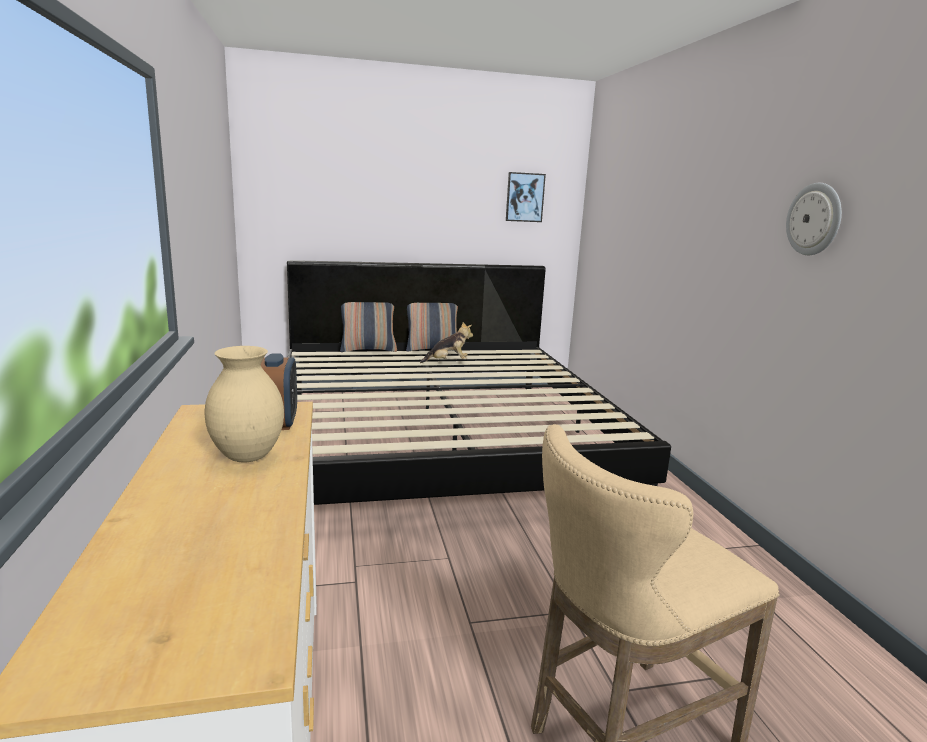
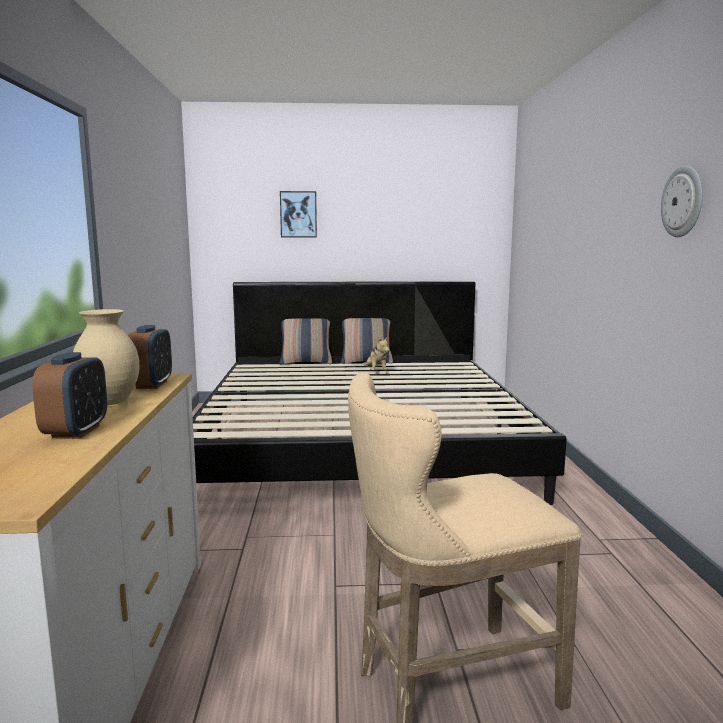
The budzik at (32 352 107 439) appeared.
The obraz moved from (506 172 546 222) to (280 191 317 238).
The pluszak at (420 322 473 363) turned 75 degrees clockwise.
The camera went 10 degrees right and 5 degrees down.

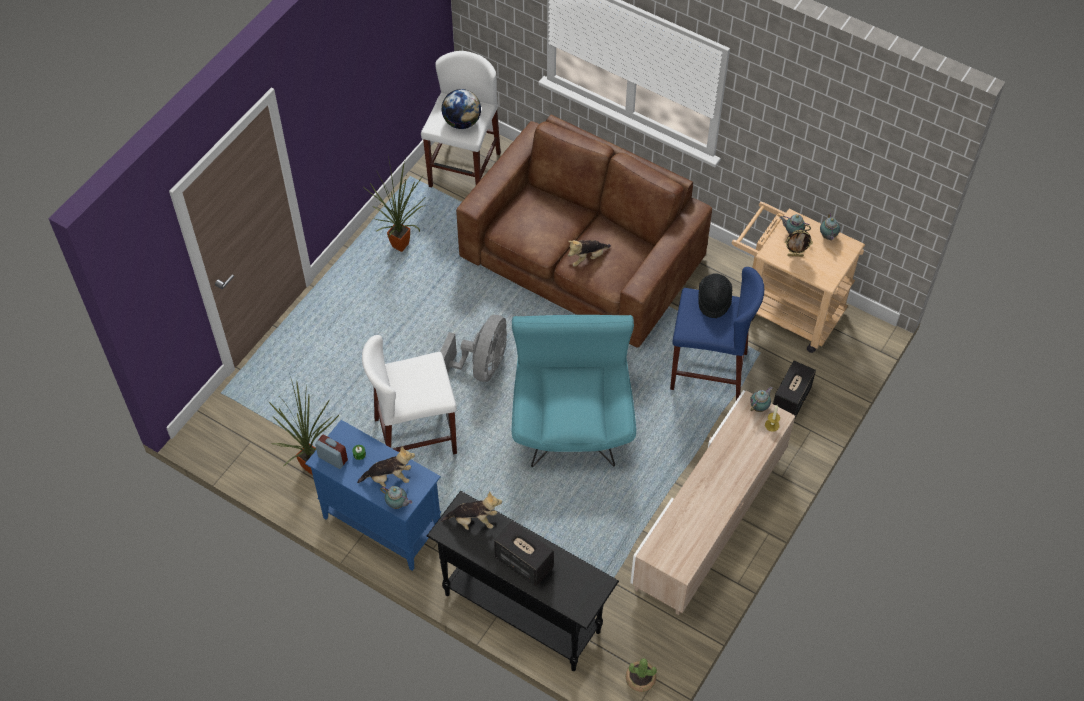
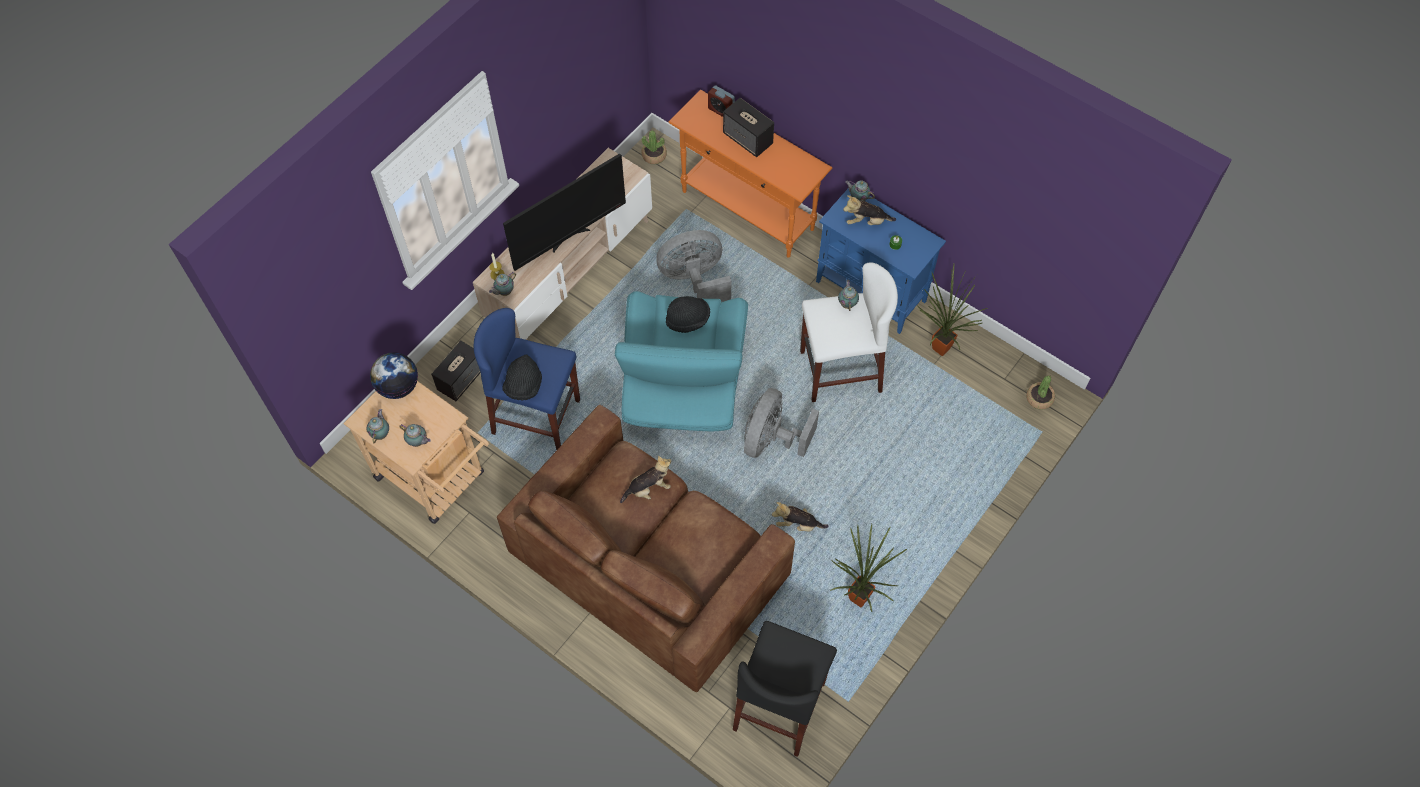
The ramka na zdjęcie at (785 230 813 257) disappeared.
The telewizor at (503 153 626 271) appeared.
The wentylator/szary at (656 230 732 302) appeared.
The kapelusz/czarny at (666 296 710 333) appeared.
The imbryk at (838 280 859 311) appeared.
The roślina doniczkowa at (1026 375 1055 410) appeared.
The budzik moved from (315 435 348 469) to (708 85 735 117).
The pluszak moved from (441 491 502 530) to (772 502 829 531).
The globus moved from (442 89 481 129) to (370 352 418 399).
The stołek/biały at (421 51 501 187) became the stołek/czarny at (733 621 837 757).
The stolik konsolowy/czarny at (427 491 619 671) became the stolik konsolowy/pomarańczowy at (668 90 832 258).
The camera went 175 degrees left and 5 degrees up.

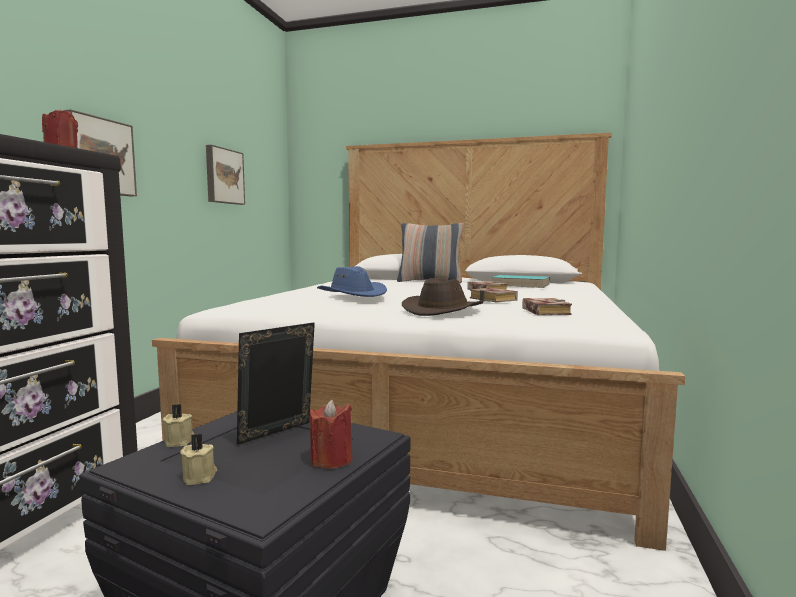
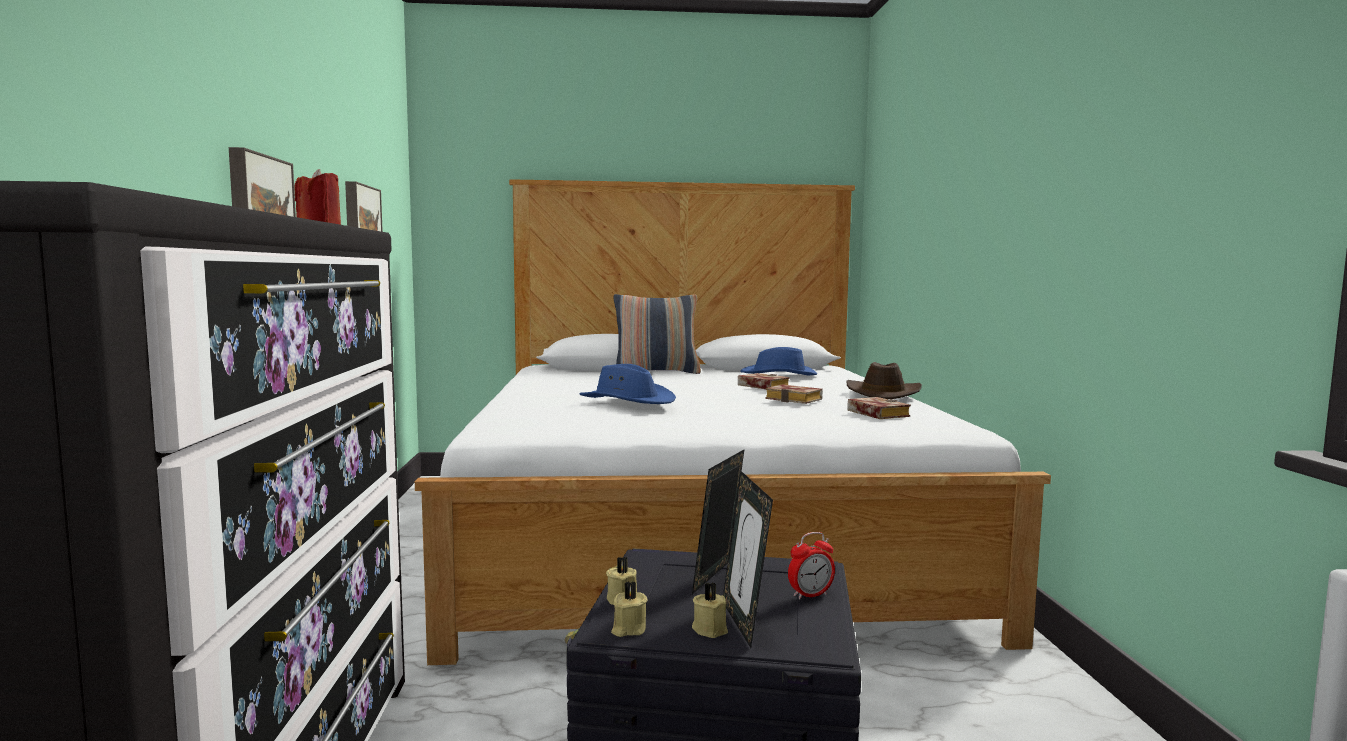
The świeca/beżowy at (611 581 648 637) appeared.
The ramka na zdjęcie at (723 471 773 648) appeared.
The kapelusz/brązowy moved from (402 278 483 316) to (846 362 922 399).
The świeca/czerwony at (310 400 353 469) was replaced by the budzik at (788 532 835 600).
The książka/turkusowy at (491 275 550 288) was replaced by the kapelusz/niebieski at (740 347 817 375).
The camera went 20 degrees left and 0 degrees up.

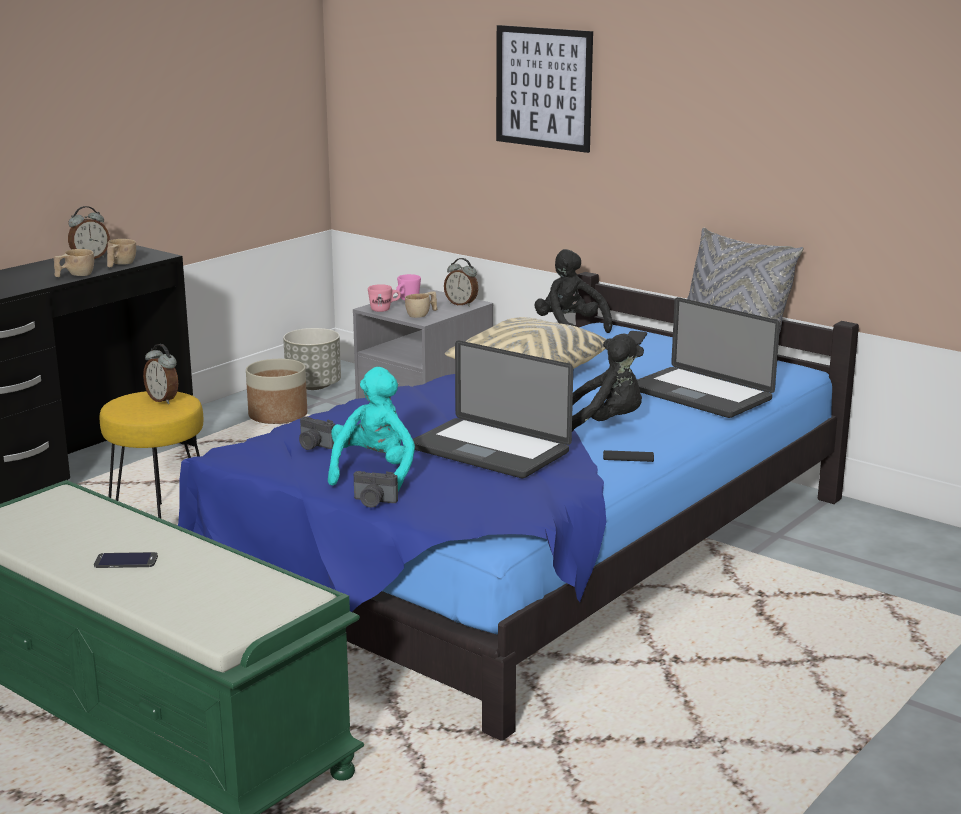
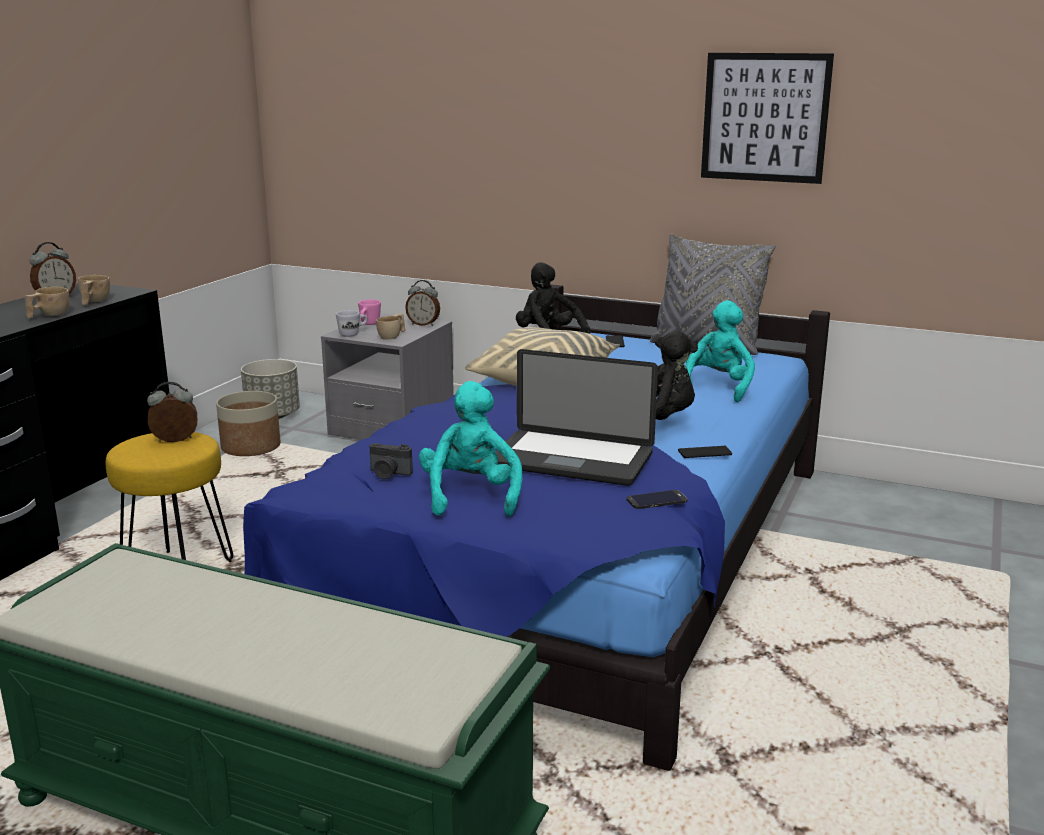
The aparat fotograficzny at (354 471 398 508) disappeared.
The telefon moved from (94 552 158 568) to (627 490 687 509).
The obraz moved from (496 25 593 153) to (701 53 834 184).
The laptop at (637 297 780 418) was replaced by the pluszak/turkusowy at (686 300 755 402).
The kubek/różowy at (368 284 401 312) became the kubek/biały at (336 310 367 337).
The budzik at (143 344 178 404) turned 135 degrees clockwise.
The camera went 15 degrees left and 0 degrees up.

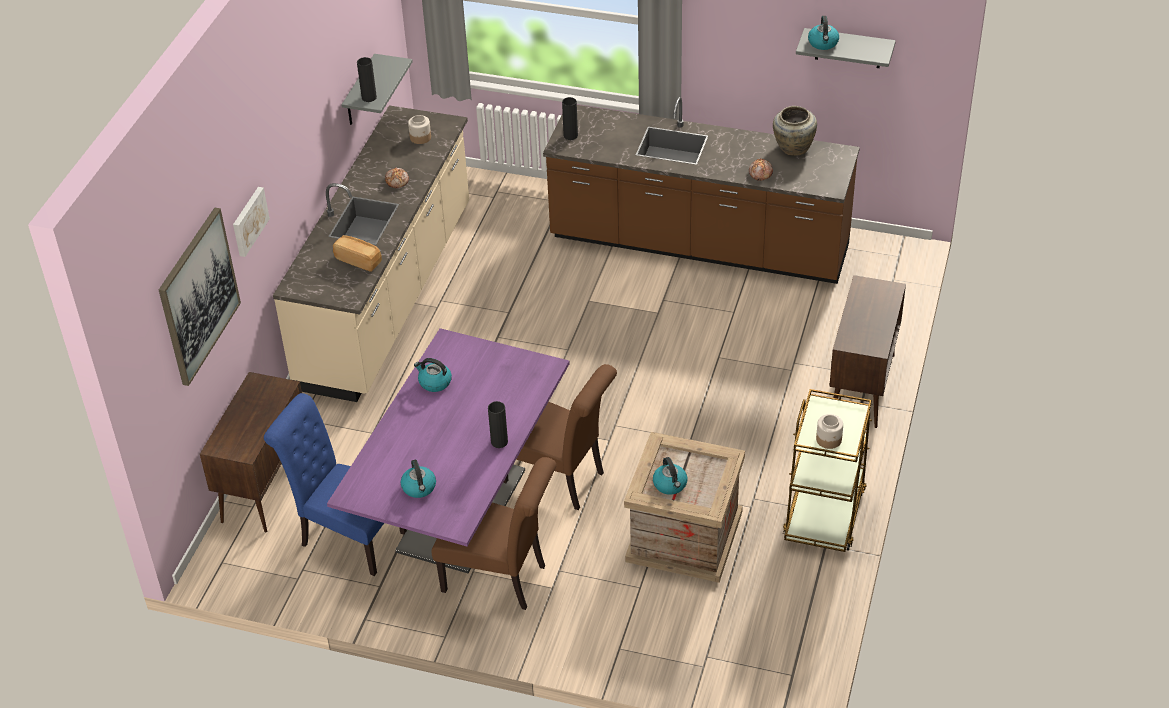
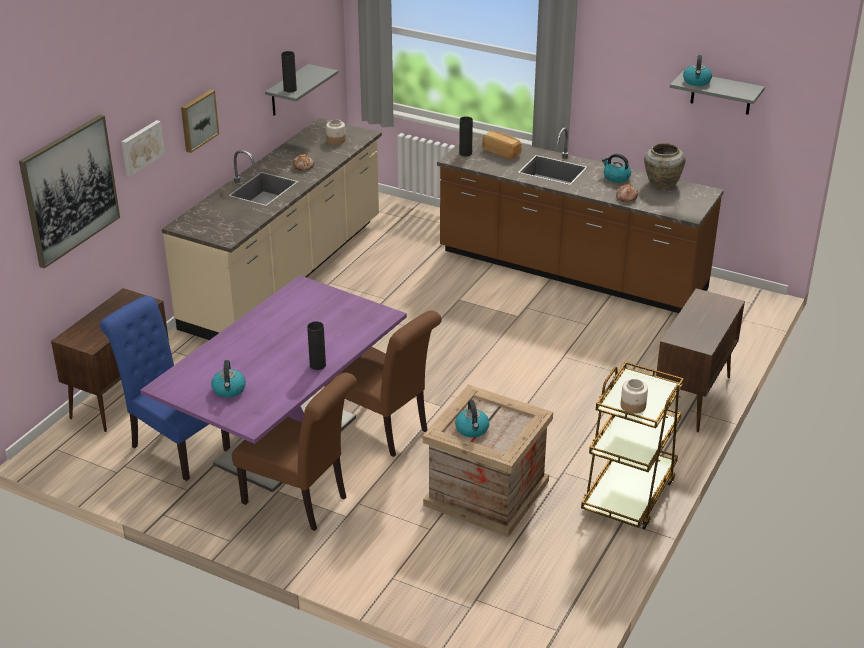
The obraz at (181 90 219 153) appeared.
The chleb moved from (333 235 382 272) to (482 131 522 160).
The czajnik moved from (414 358 452 392) to (602 154 631 183).
The camera went 10 degrees right and 10 degrees down.

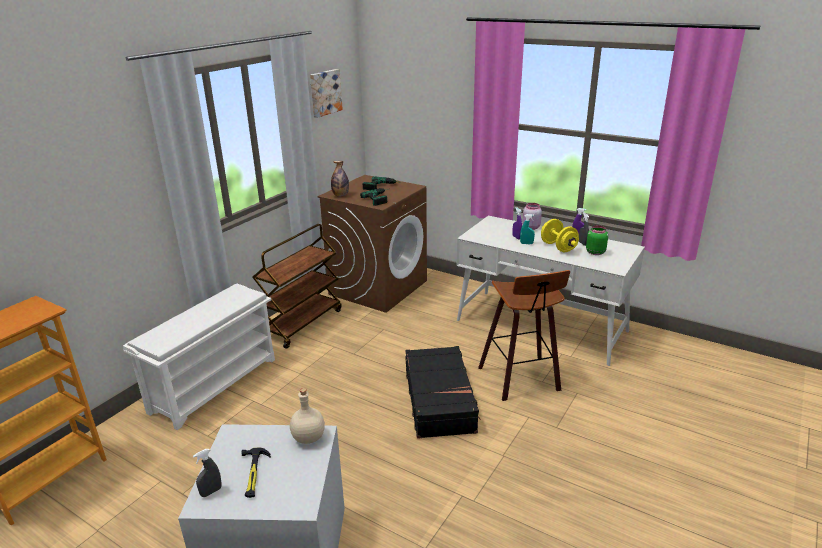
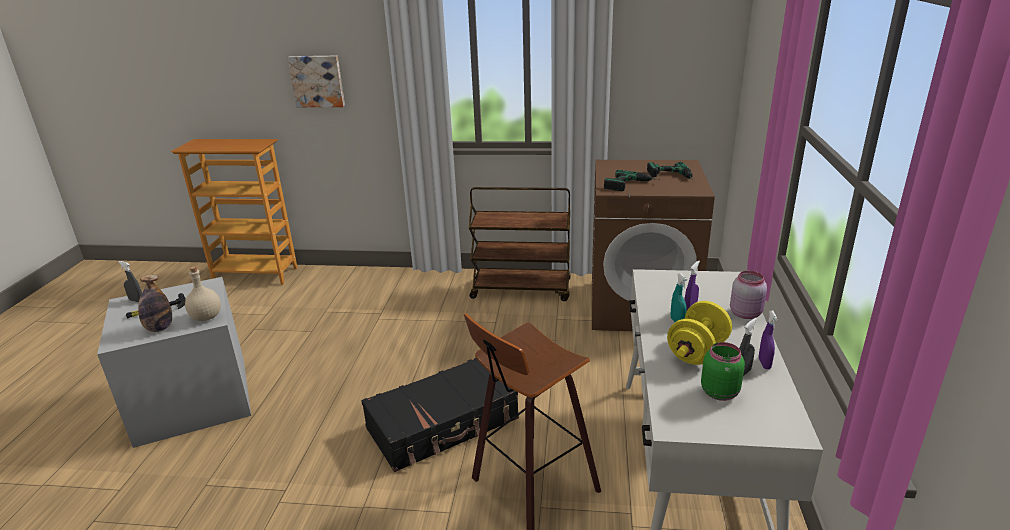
The regał na buty/biały at (123 284 275 430) disappeared.
The obraz moved from (310 69 343 118) to (288 56 345 107).
The butelka moved from (331 161 349 196) to (138 274 172 332).
The camera went 65 degrees right and 0 degrees up.

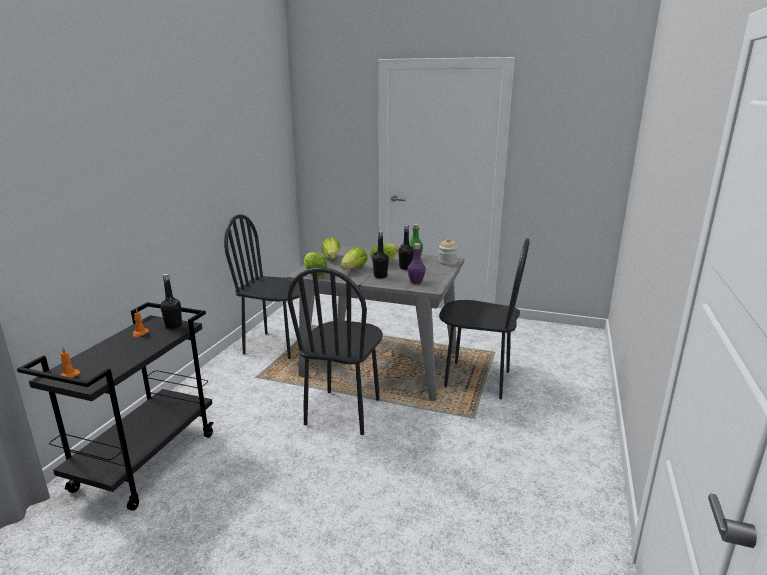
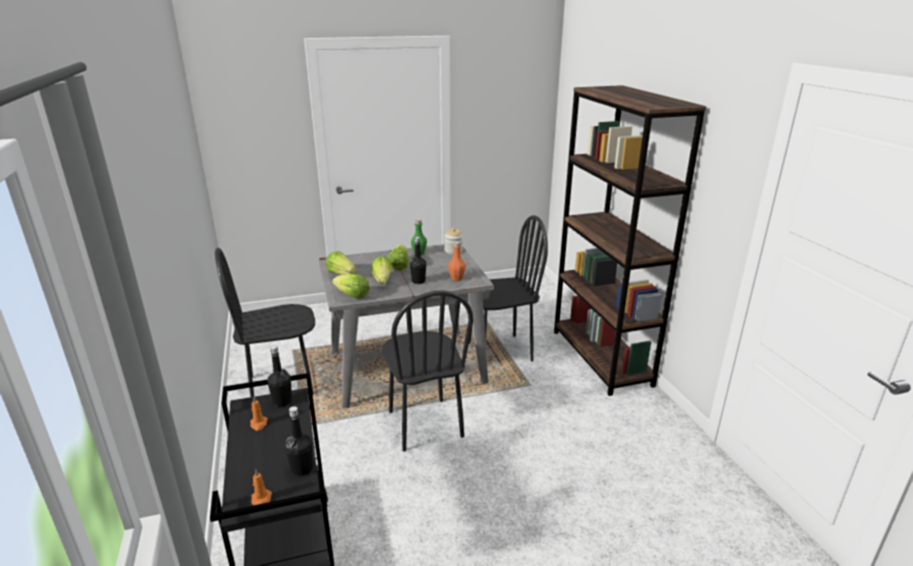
The regał/brązowy at (554 85 707 396) appeared.
The butelka/czarny moved from (398 225 414 270) to (285 406 313 476).
The butelka/fioletowy at (407 243 426 284) became the butelka/pomarańczowy at (448 241 466 281).
The camera went 35 degrees left and 5 degrees up.

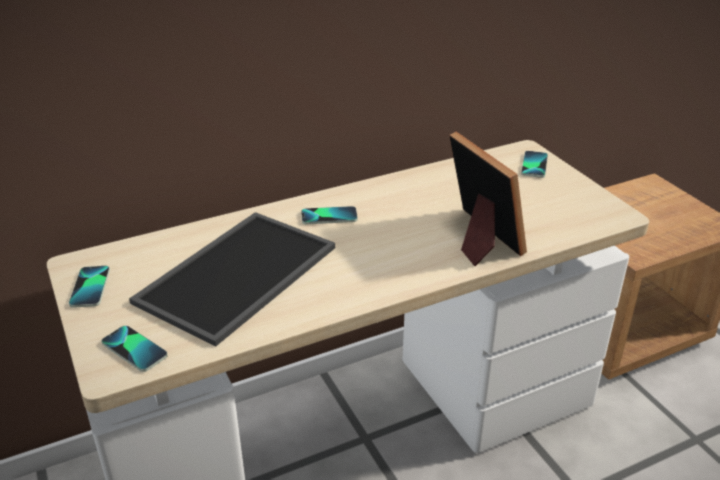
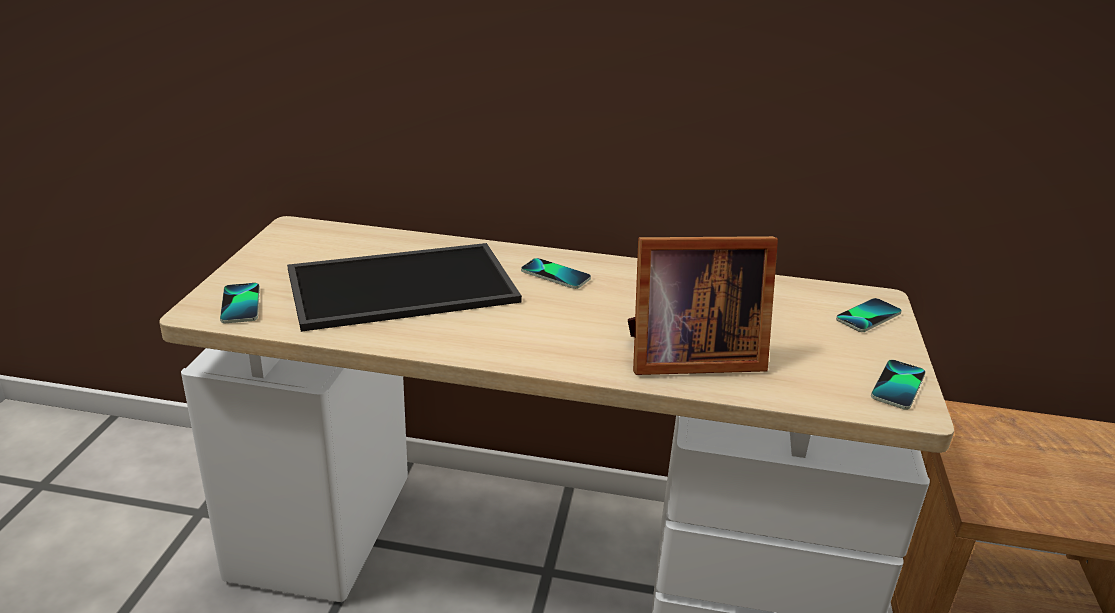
The telefon moved from (69 266 110 308) to (871 360 926 410).
The ramka na zdjęcie at (449 132 527 266) turned 75 degrees clockwise.
The camera went 35 degrees right and 5 degrees down.

